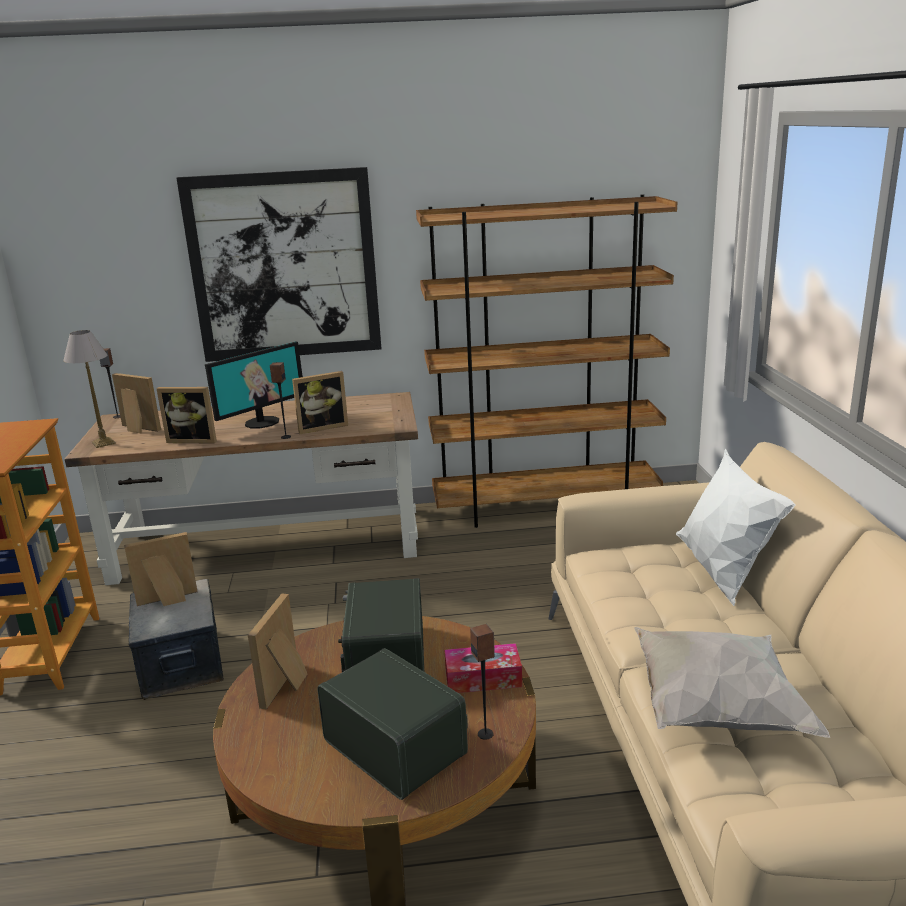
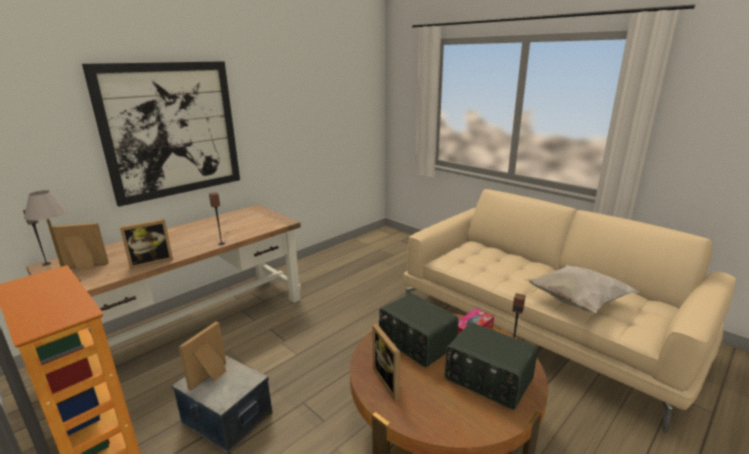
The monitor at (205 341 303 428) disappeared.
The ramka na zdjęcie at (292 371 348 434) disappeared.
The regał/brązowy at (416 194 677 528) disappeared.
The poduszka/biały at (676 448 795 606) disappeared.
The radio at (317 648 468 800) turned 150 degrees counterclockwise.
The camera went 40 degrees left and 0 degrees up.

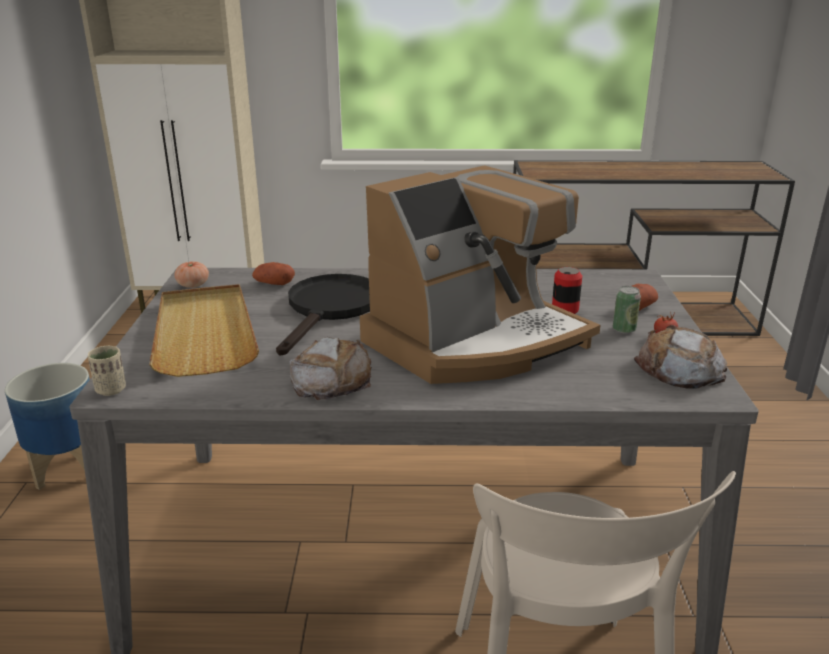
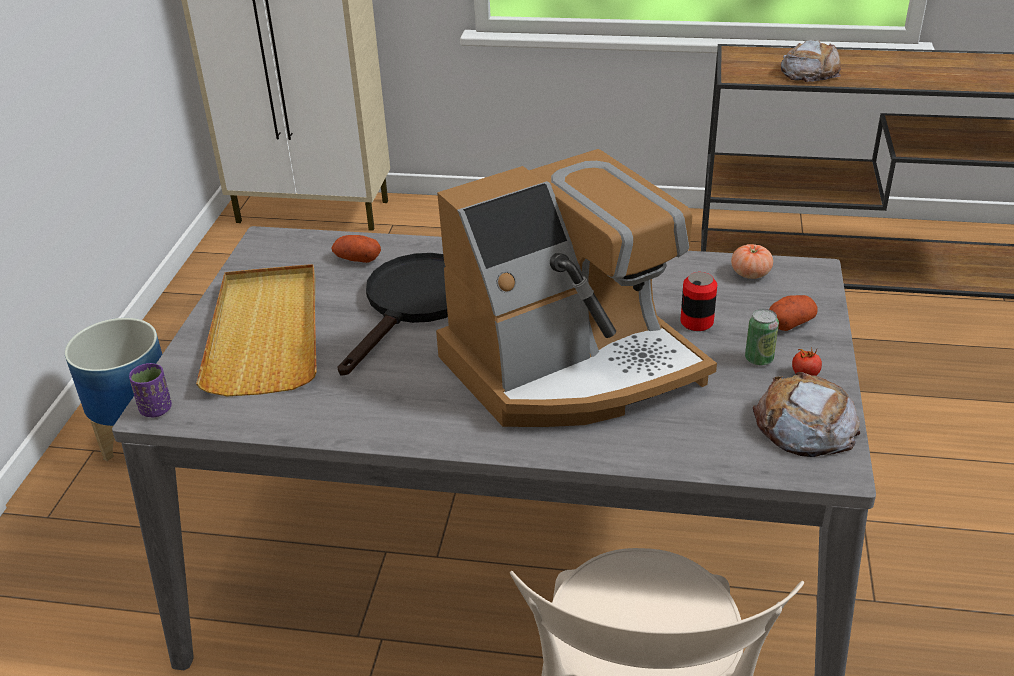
The pomidor moved from (174 261 209 288) to (731 244 773 279).
The chleb moved from (289 337 371 400) to (781 40 841 82).
The filiżanka/beżowy at (88 346 126 396) became the filiżanka/fioletowy at (129 363 172 417).
The camera went 10 degrees right and 10 degrees up.

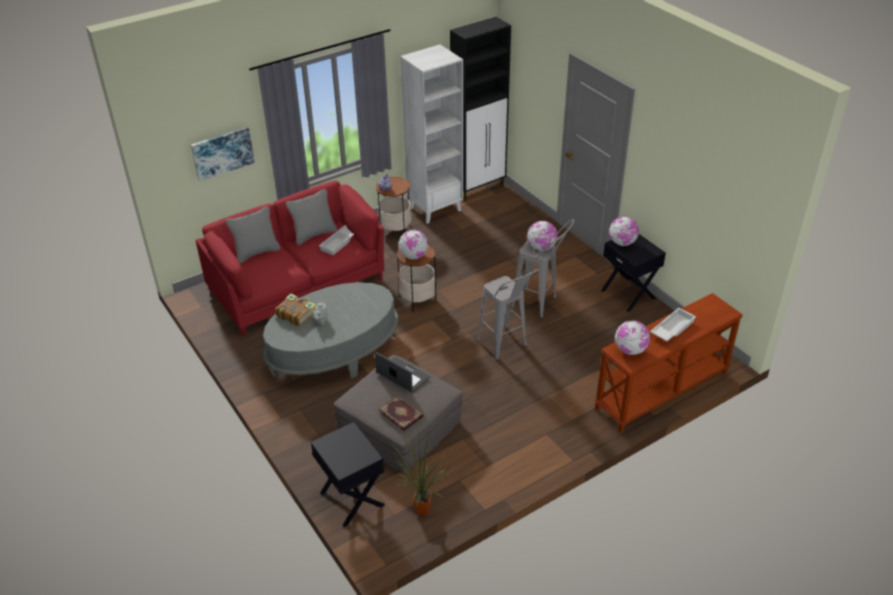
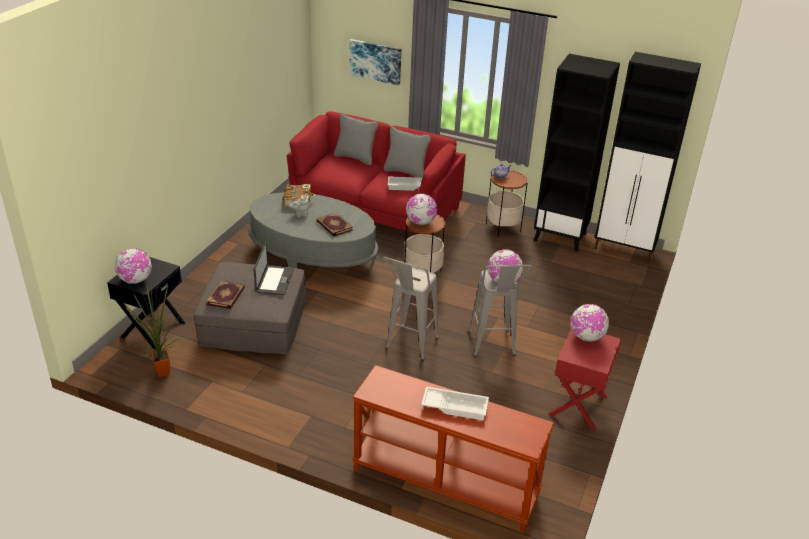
The książka at (316 212 353 237) appeared.
The globus moved from (615 320 650 355) to (115 248 152 283).
The regał/biały at (400 45 463 224) became the regał/czarny at (534 54 620 252).
The szafka nocna/czarny at (601 234 666 312) became the szafka nocna/czerwony at (548 328 621 430).
The camera went 55 degrees right and 5 degrees down.

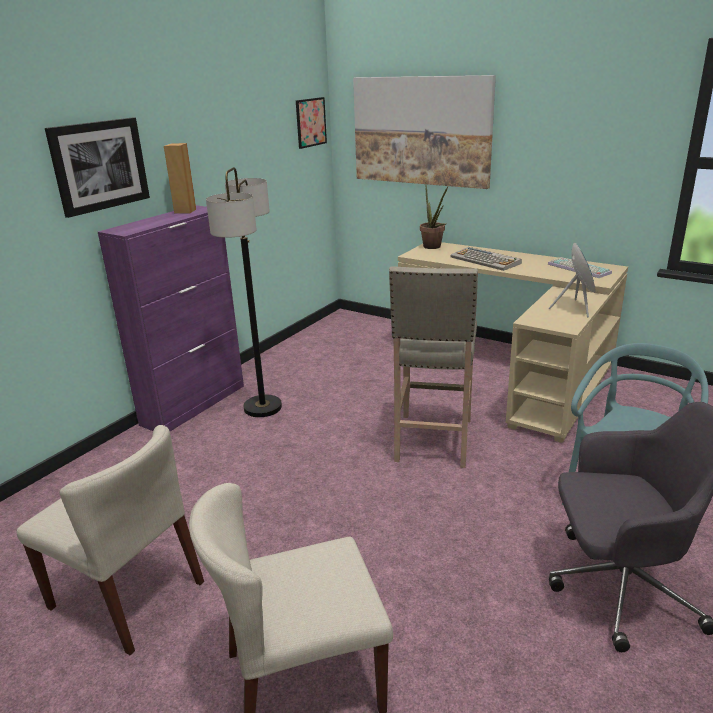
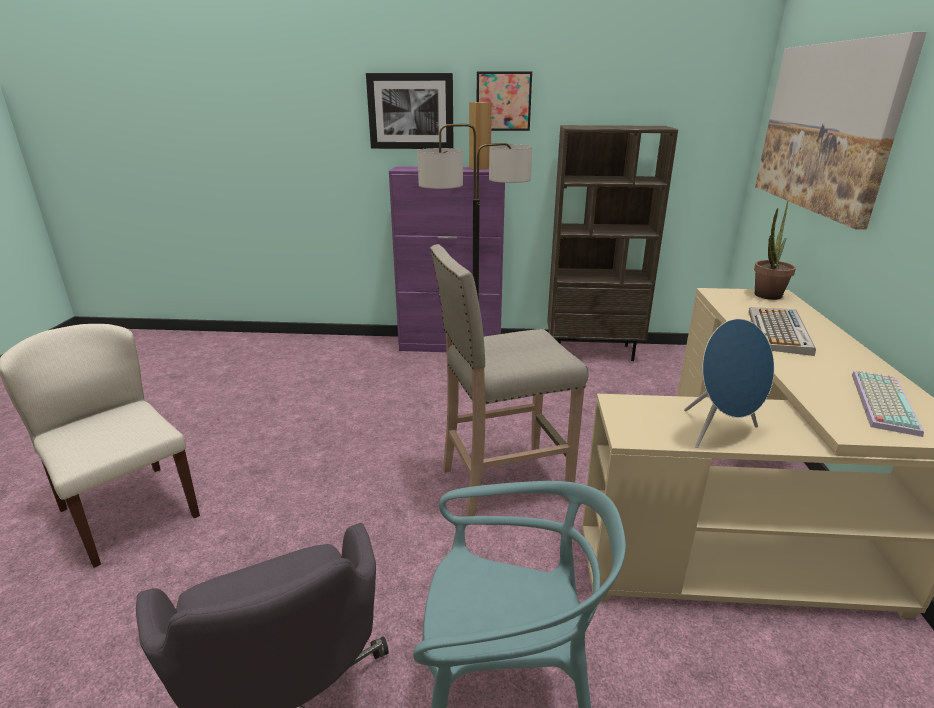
The krzesło/beżowy at (17 425 204 655) disappeared.
The regał/brązowy at (547 125 678 361) appeared.
The obraz moved from (296 97 327 149) to (477 71 532 131).
The camera went 60 degrees right and 0 degrees up.

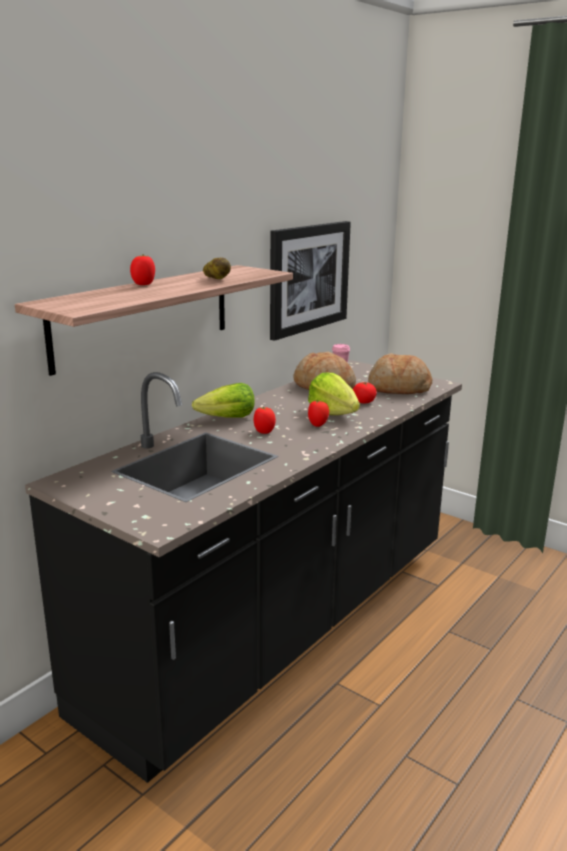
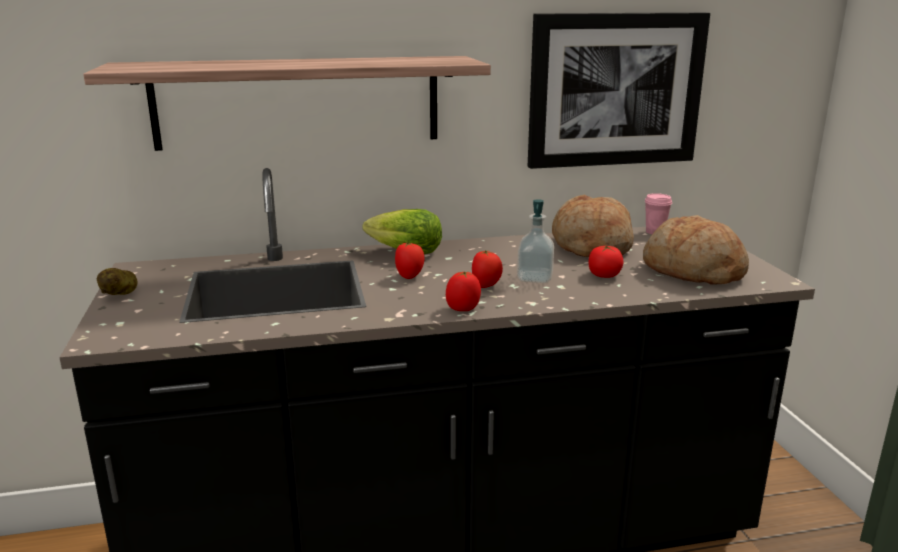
The pomidor moved from (130 254 155 285) to (446 272 481 311).
The ziemniak moved from (203 258 231 279) to (97 268 138 295).
The sałata at (308 373 360 415) was replaced by the dozownik mydła at (517 199 554 283).
The camera went 40 degrees right and 0 degrees up.

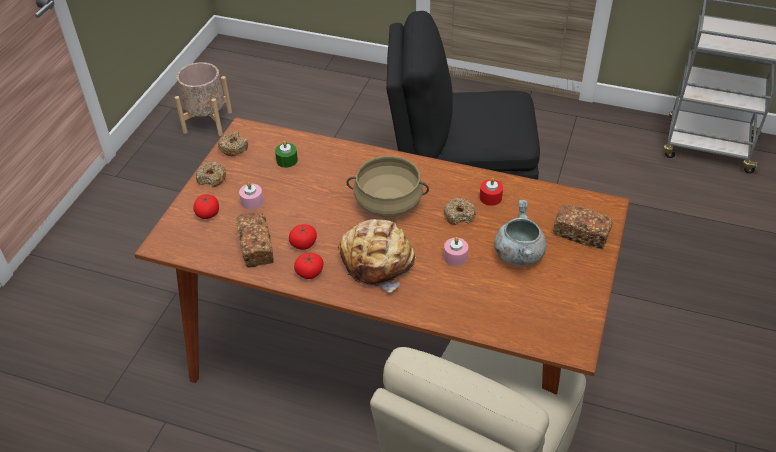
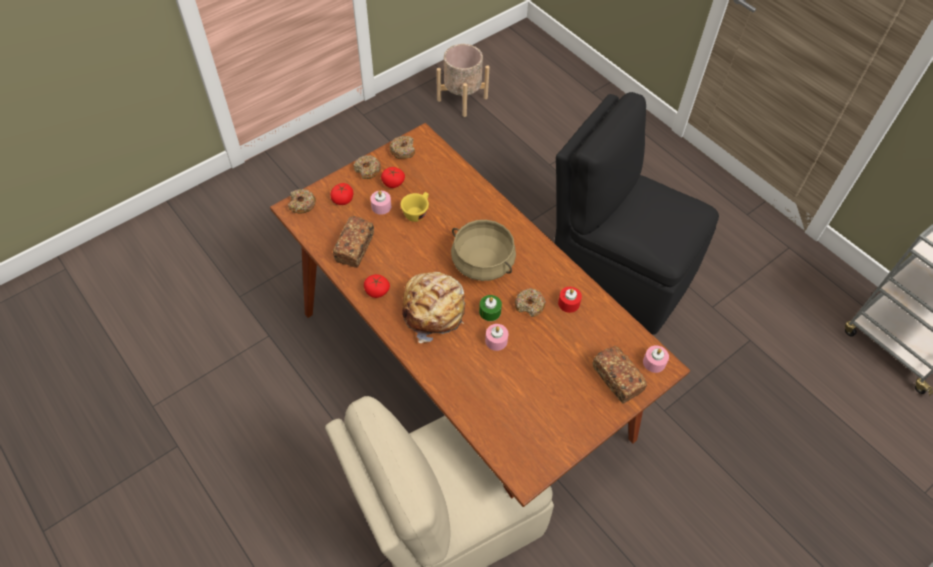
The garnek/szary at (494 200 547 266) disappeared.
The donut at (288 189 316 213) appeared.
The filiżanka/żółty at (401 192 429 222) appeared.
The świeca/różowy at (643 345 669 373) appeared.
The świeca/zielony moved from (275 141 298 168) to (479 295 502 321).
The pomidor moved from (289 224 317 250) to (381 167 405 188).
The camera went 30 degrees right and 10 degrees up.

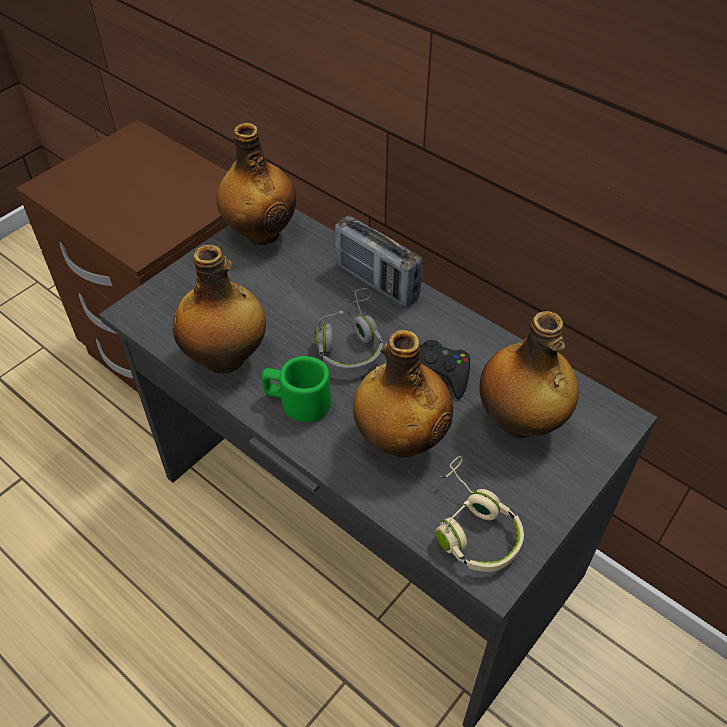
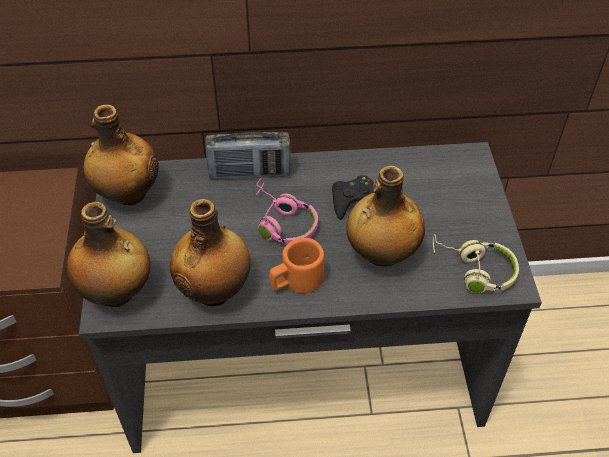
The butelka moved from (480 311 579 438) to (66 202 150 307).
The kubek/zielony at (262 356 331 422) became the kubek/pomarańczowy at (269 238 324 293).
The słuchawki/szary at (315 288 383 373) became the słuchawki/różowy at (252 178 318 245).
The camera went 45 degrees left and 0 degrees up.

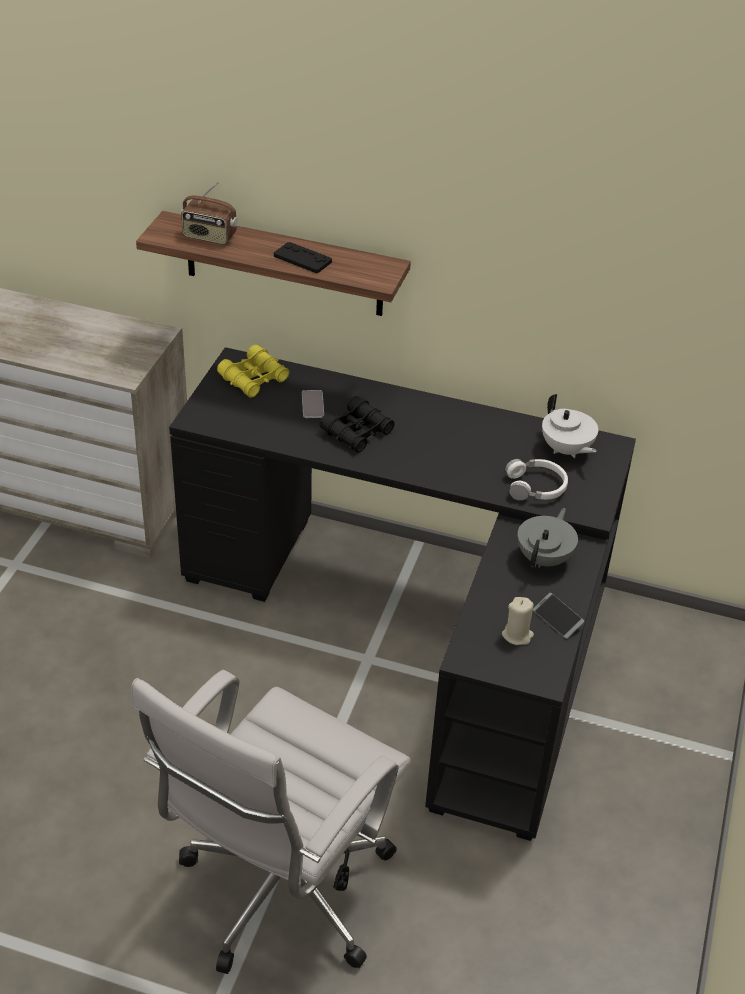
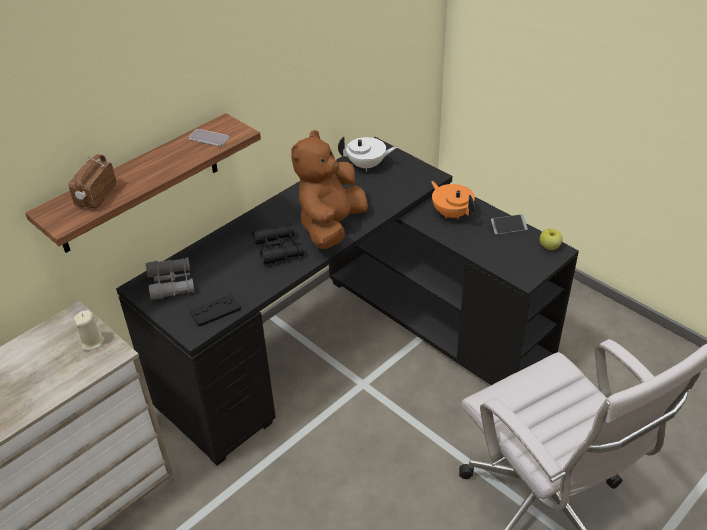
The słuchawki/biały at (505 459 568 501) disappeared.
The pluszak/brązowy at (291 130 368 249) appeared.
The jabłko at (540 229 563 250) appeared.
The pad do gier/czarny moved from (274 242 332 273) to (190 294 241 326).
The telefon moved from (302 390 324 418) to (188 129 229 147).
The świeca/beżowy moved from (502 597 534 645) to (74 310 105 350).
The lornetka/żółty at (217 345 289 398) became the lornetka/szary at (145 257 194 300).
The imbryk/szary at (517 508 578 568) became the imbryk/pomarańczowy at (431 181 475 219).
The radio at (181 181 238 245) turned 150 degrees clockwise.
The camera went 60 degrees left and 0 degrees up.

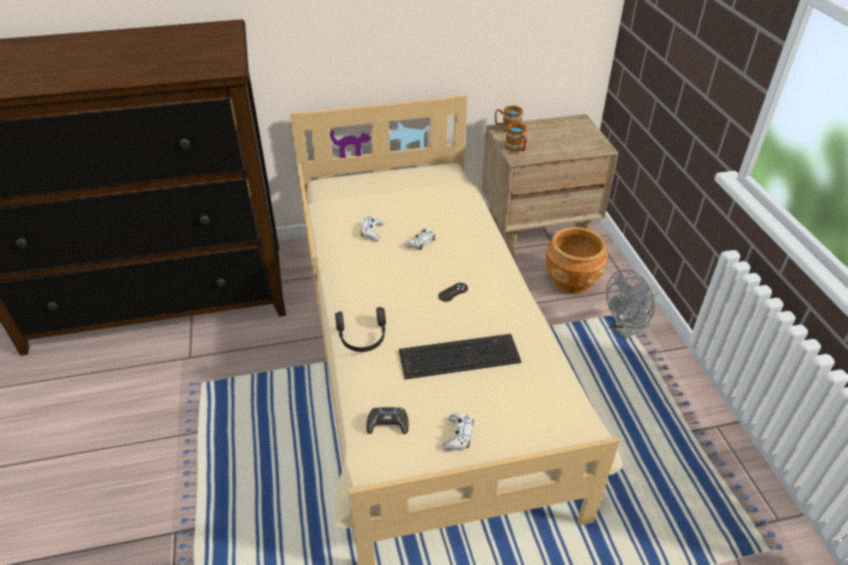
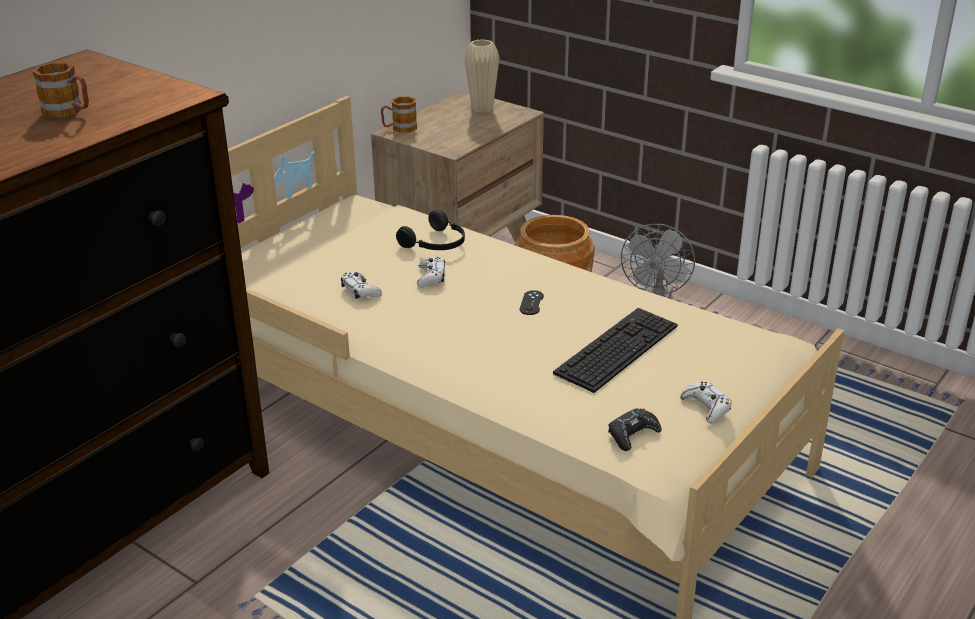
The wazon/beżowy at (464 39 499 113) appeared.
The słuchawki/czarny moved from (335 307 386 352) to (396 210 465 250).
The kubek moved from (505 123 527 152) to (32 62 89 118).
The camera went 40 degrees left and 10 degrees down.

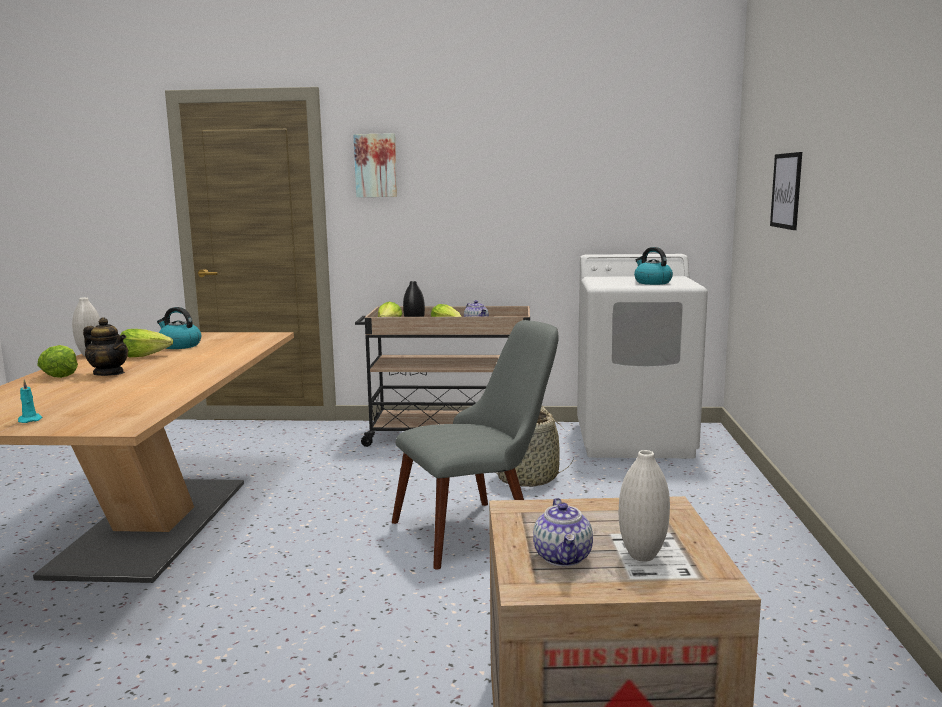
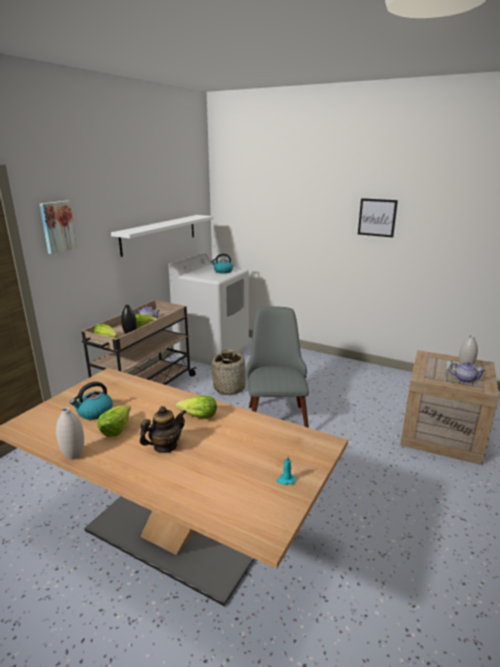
The półka/biały at (111 215 213 257) appeared.
The sałata moved from (37 345 78 378) to (176 396 217 419).
The obraz moved from (770 152 802 230) to (358 198 398 237).
The camera went 65 degrees left and 10 degrees up.

